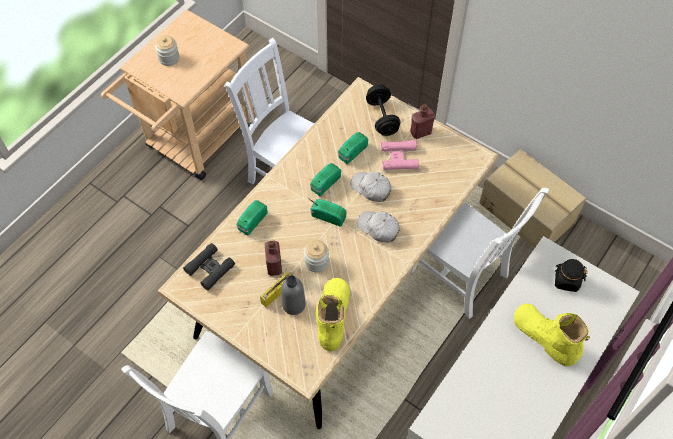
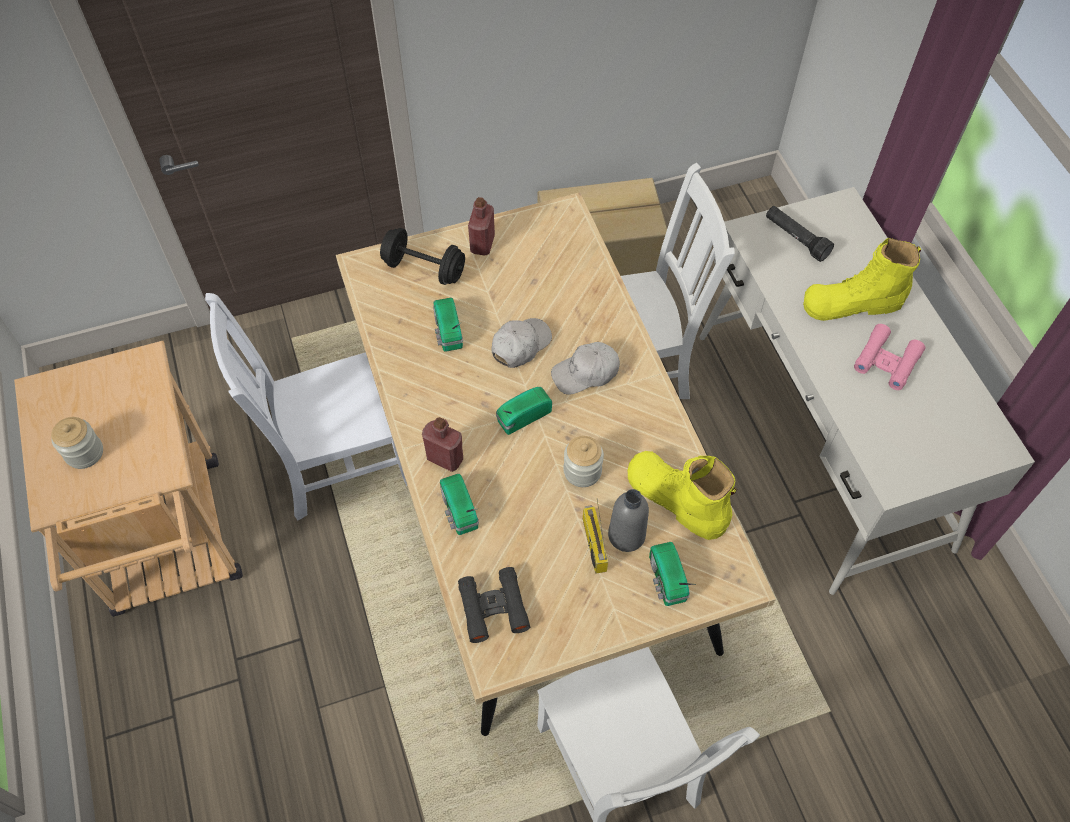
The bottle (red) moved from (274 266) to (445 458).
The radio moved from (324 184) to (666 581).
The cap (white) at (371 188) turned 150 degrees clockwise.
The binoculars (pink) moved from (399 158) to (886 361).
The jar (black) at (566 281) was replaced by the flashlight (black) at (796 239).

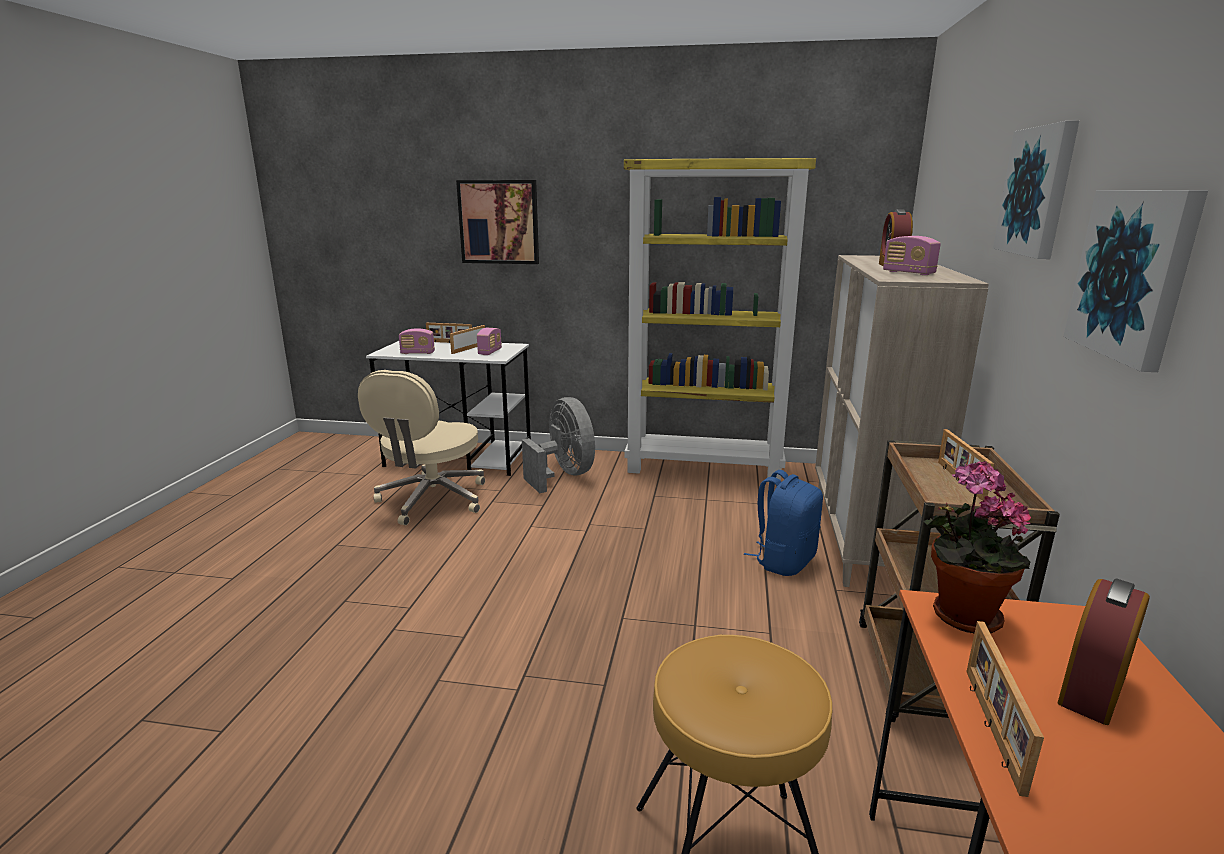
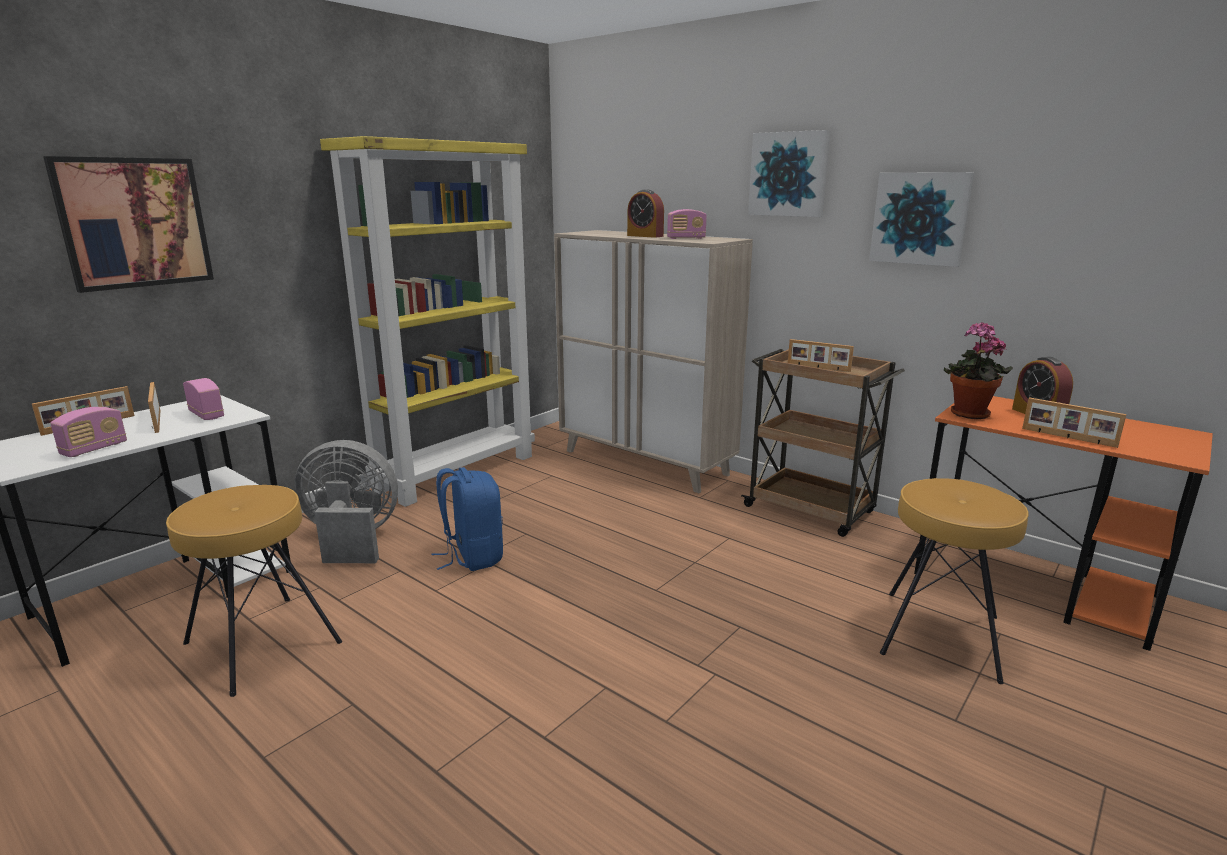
The office chair (beige) at (431 500) was replaced by the stool (brown) at (261 643).
The backpack (blue) moved from (784 561) to (472 556).

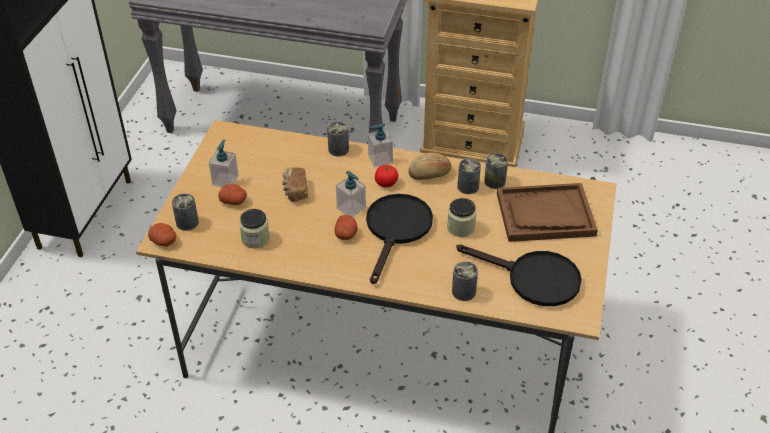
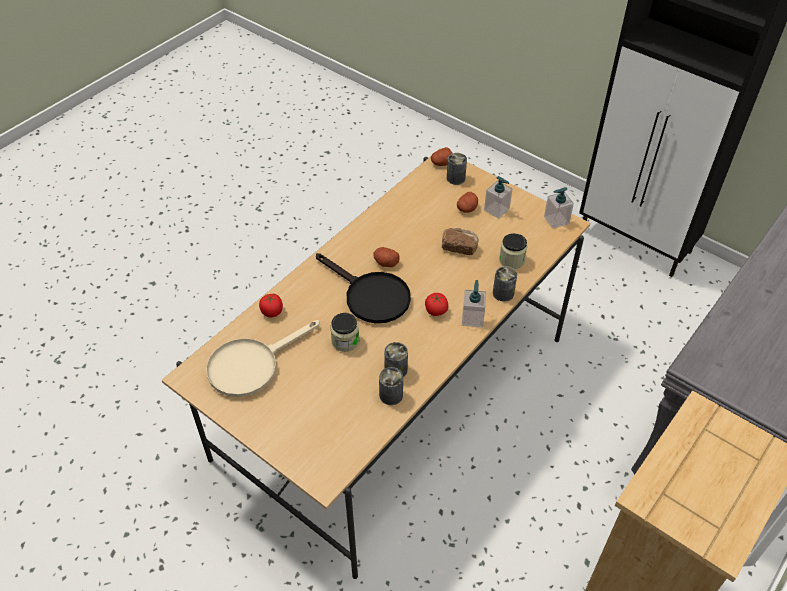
The jar moved from (255 239) to (511 260).
The soap dispenser moved from (351 208) to (556 220).
The bread at (430 174) disappeared.
The can at (463 292) was replaced by the tomato at (272 312).
The frying pan (black) at (533 279) became the frying pan (beige) at (251 365).
The tray (brown) at (545 215) disappeared.

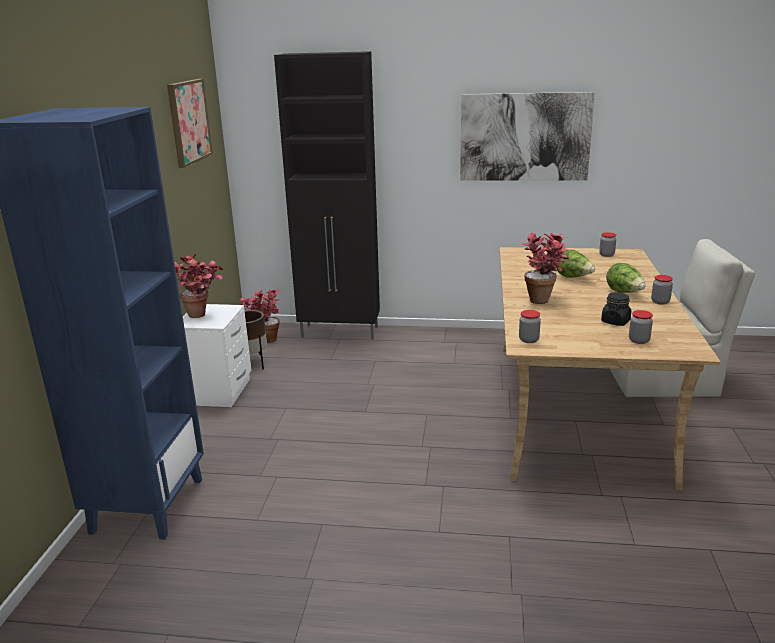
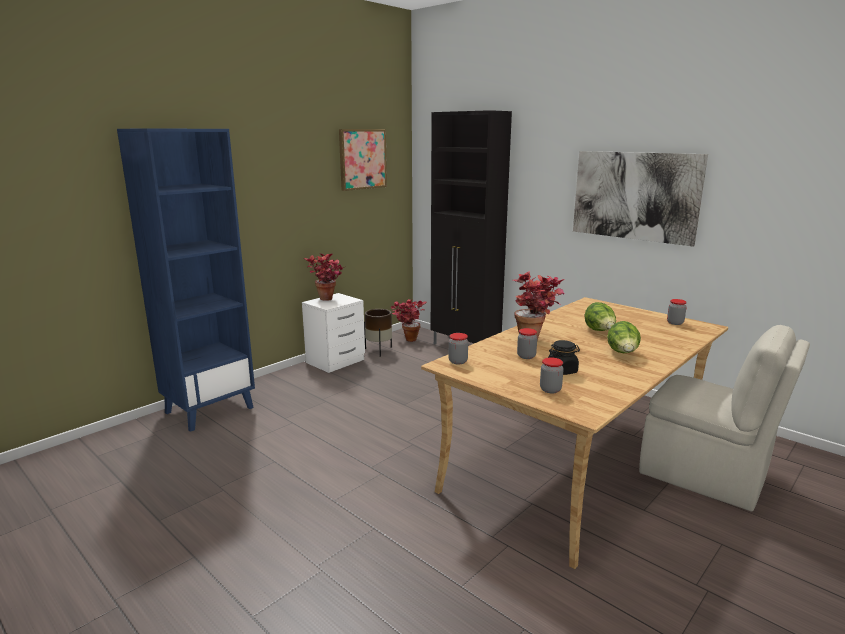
The jar moved from (660 302) to (526 356).

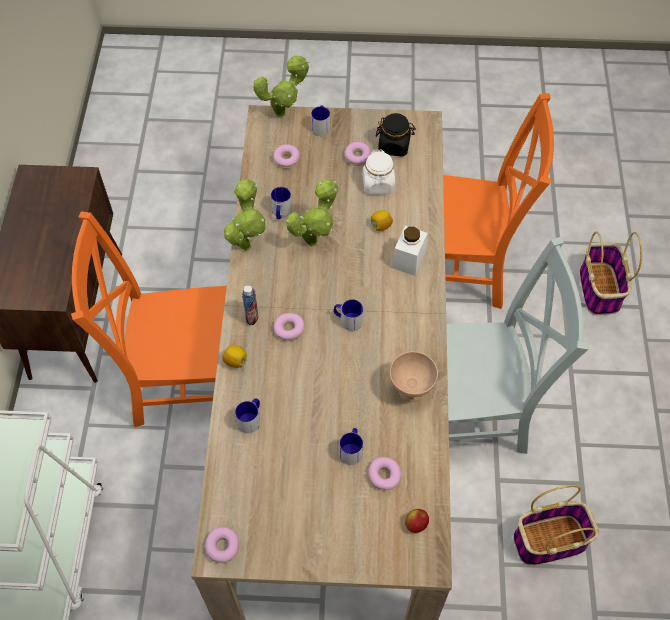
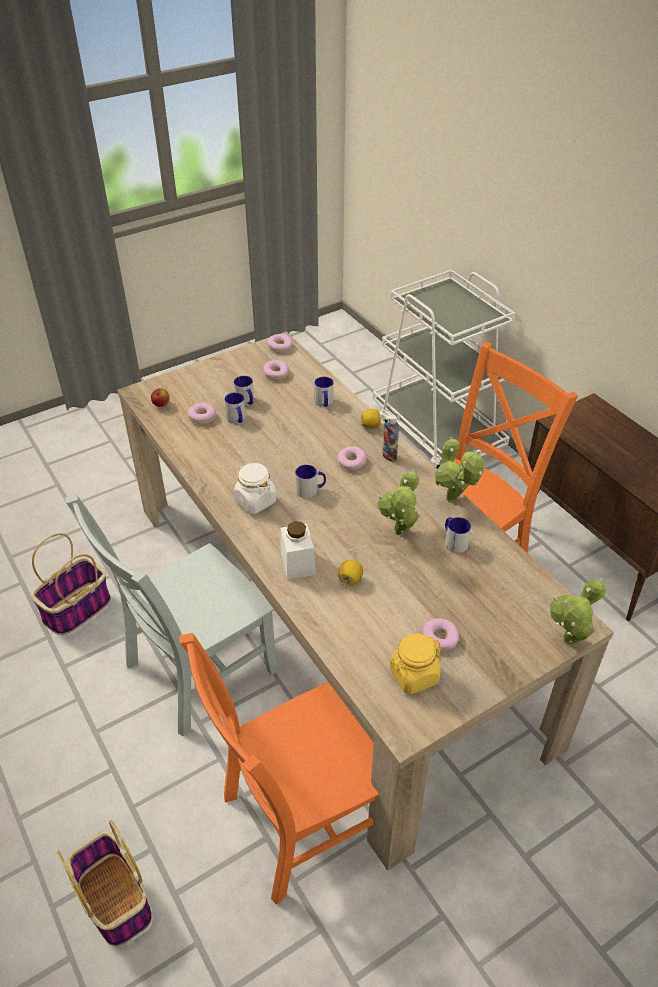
The donut moved from (286 159) to (276 374).
The mug moved from (321 126) to (246 402).
The jar (white) moved from (378 184) to (255 501).
The jar (black) at (394 146) became the jar (yellow) at (413 676).
The bowl (beige) at (411 391) disappeared.

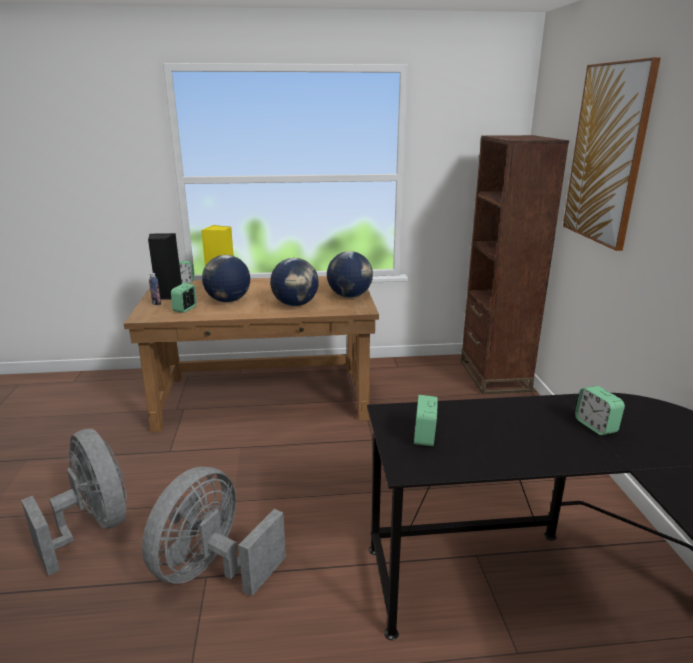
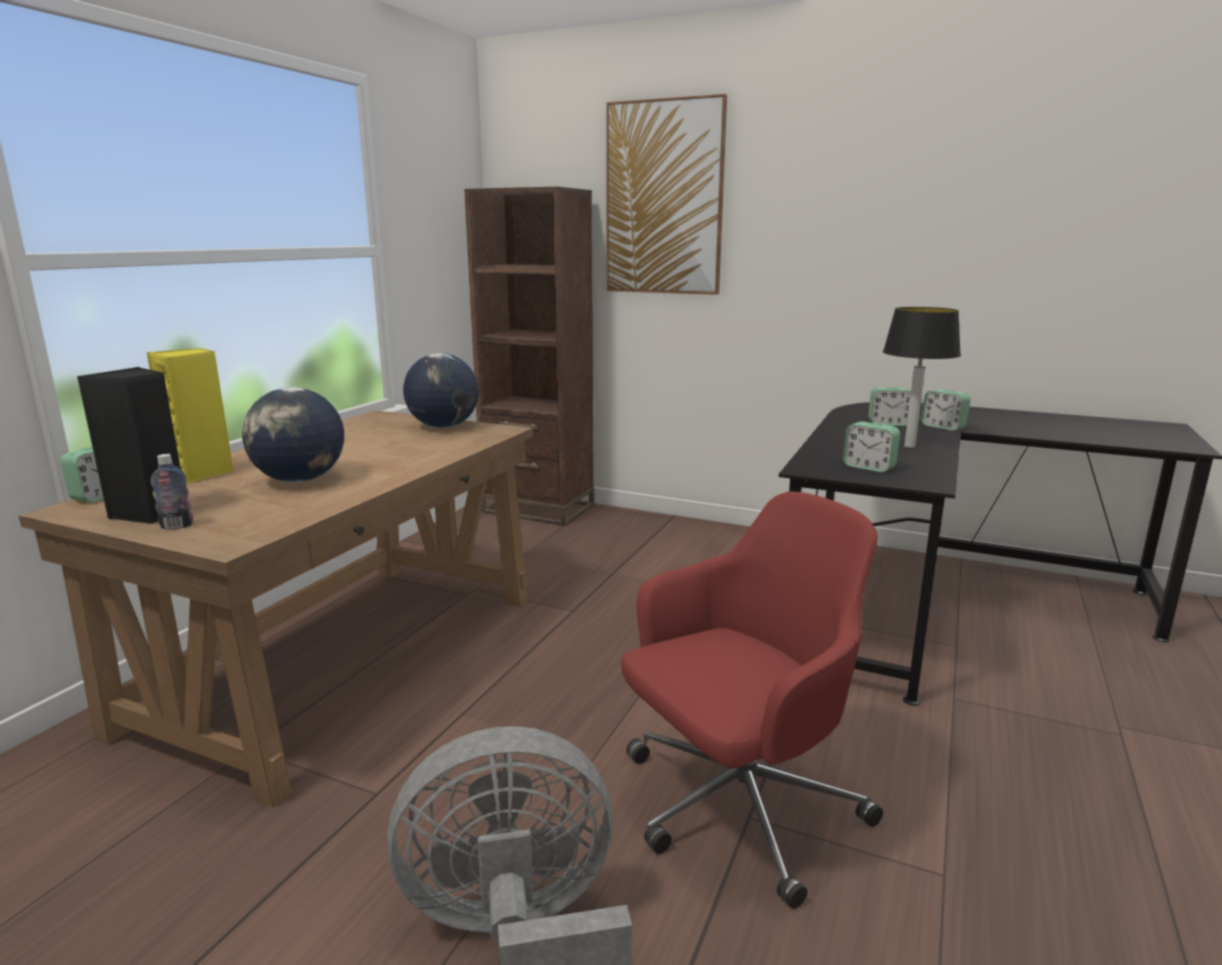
The fan (grey) at (212 569) was replaced by the office chair (red) at (737 807).
The alarm clock moved from (185 309) to (943 427).
The globe at (295 304) disappeared.
The table lamp at (909 446) appeared.

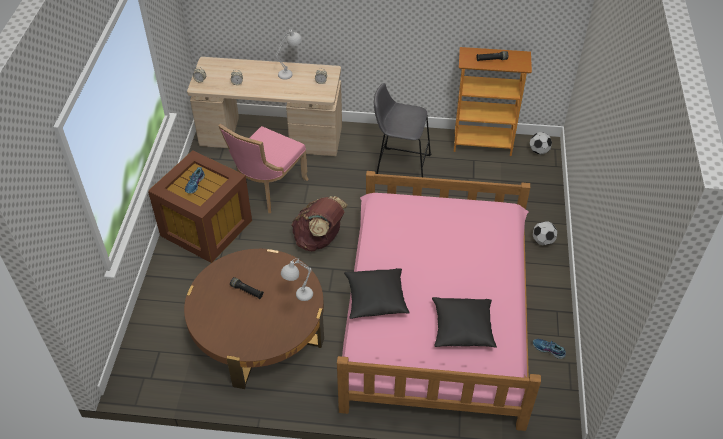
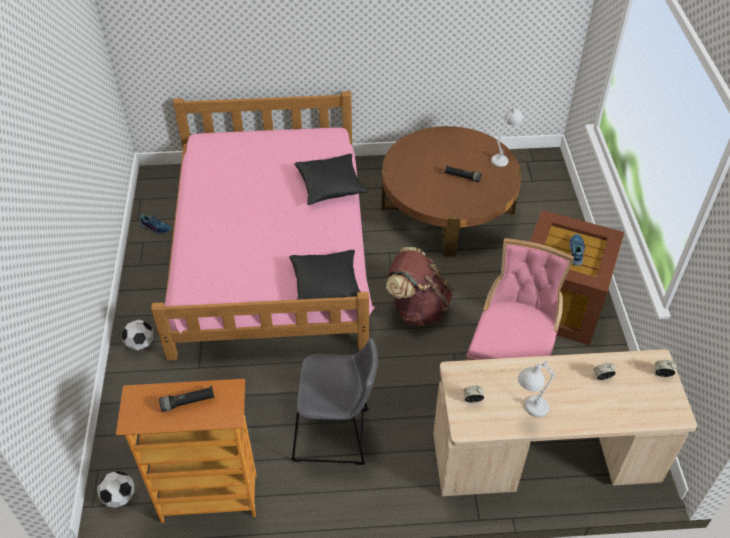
The table lamp (white) moved from (298 297) to (504 157).
The pillow (black) moved from (462 328) to (326 285).

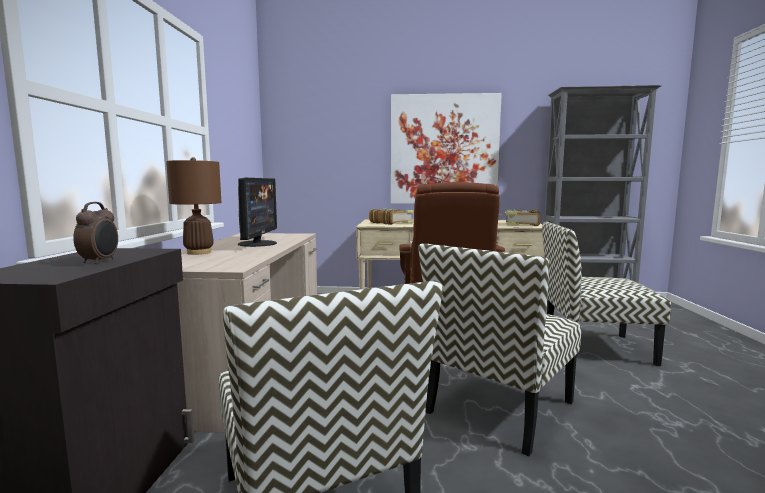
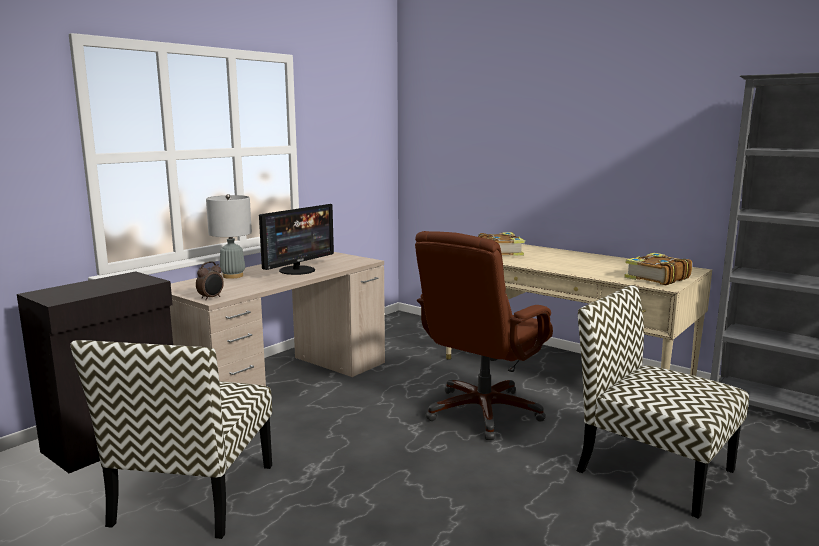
The alarm clock moved from (100 262) to (211 298).
The table lamp (brown) at (199 252) became the table lamp (grey) at (233 276).
The picture at (444 150) disappeared.
The chair at (499 408) disappeared.

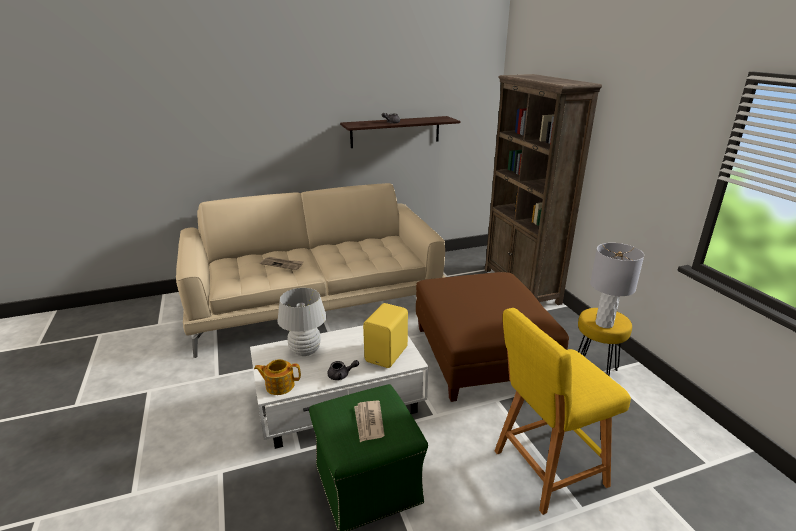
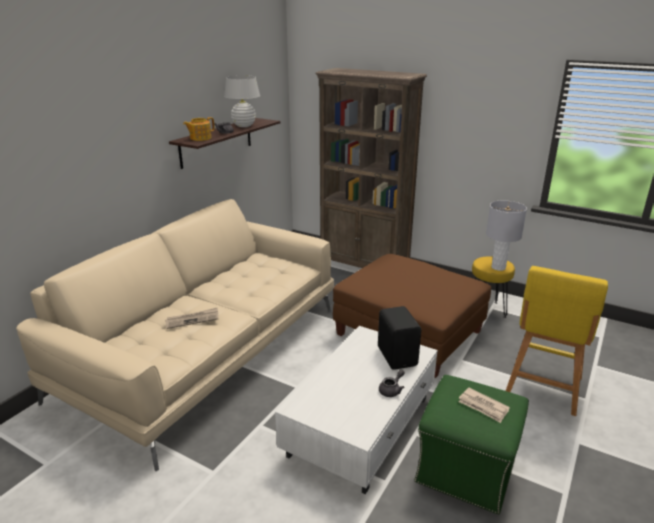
The teapot moved from (279 385) to (200 138).
The table lamp (white) moved from (305 351) to (244 126).
The speaker (yellow) at (388 354) became the speaker (black) at (398 356).

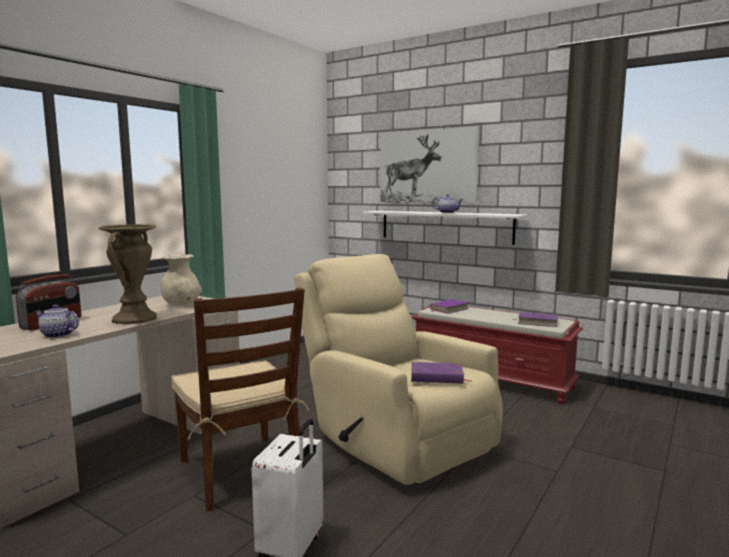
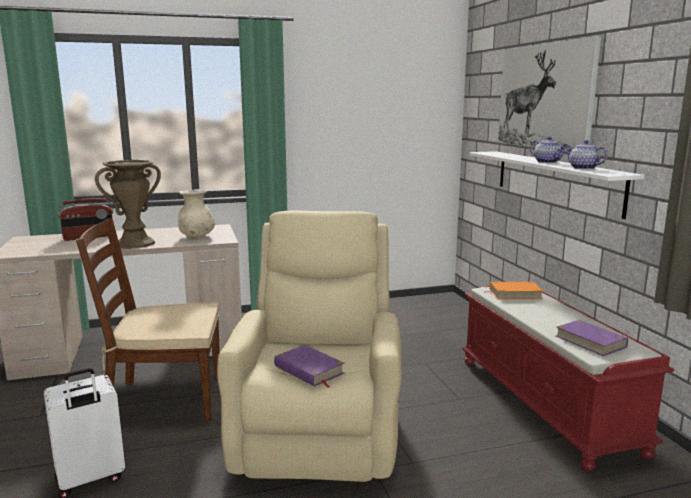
The teapot moved from (57 335) to (582 168).
The chair (brown) at (241 471) turned 75 degrees clockwise.
The book (purple) at (449 309) became the book (orange) at (514 294).

